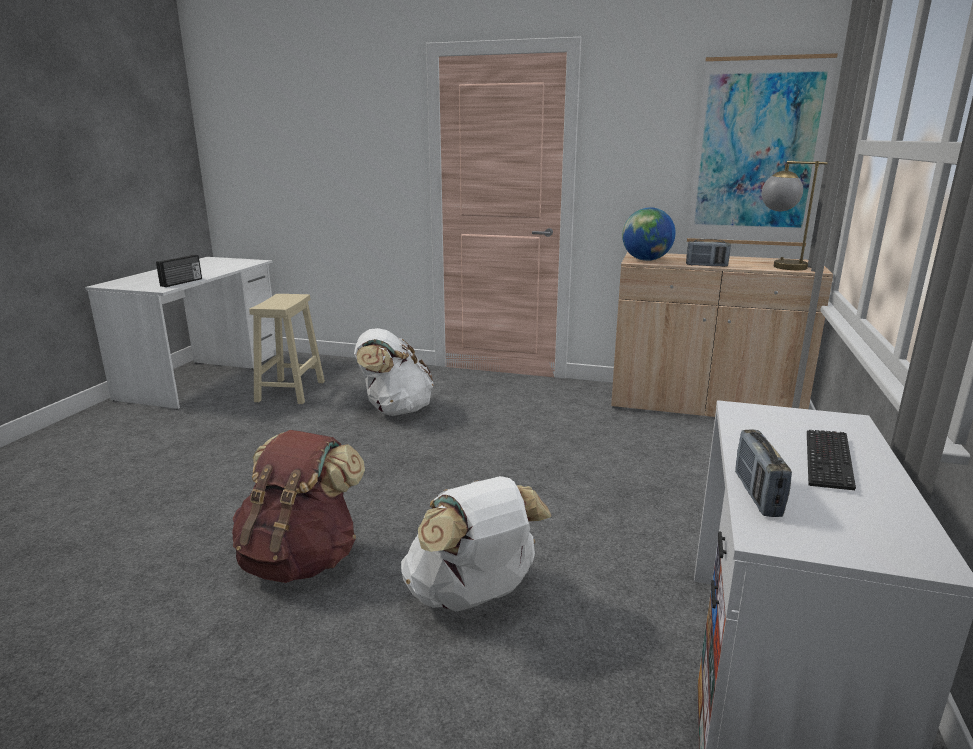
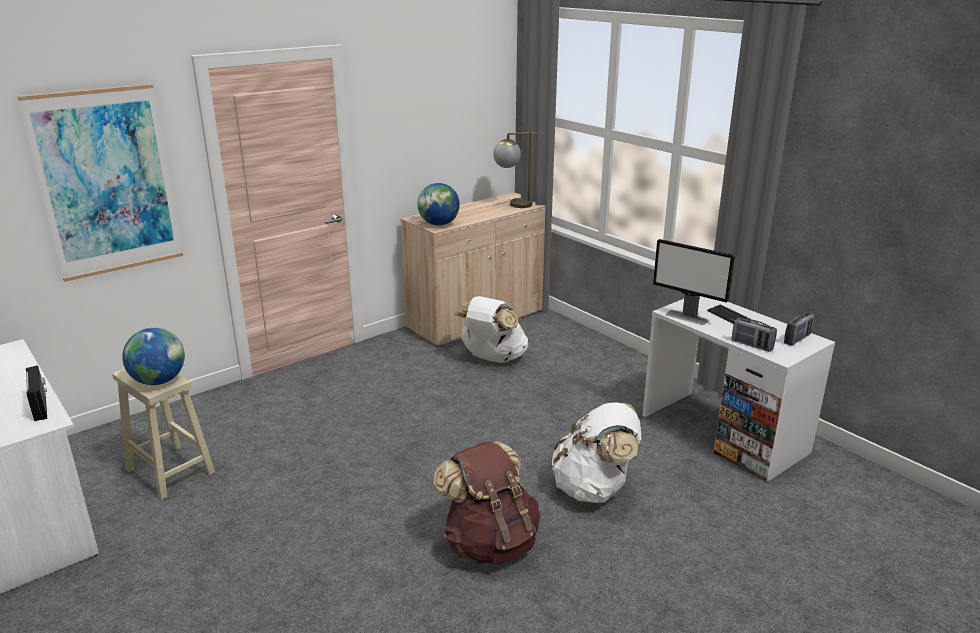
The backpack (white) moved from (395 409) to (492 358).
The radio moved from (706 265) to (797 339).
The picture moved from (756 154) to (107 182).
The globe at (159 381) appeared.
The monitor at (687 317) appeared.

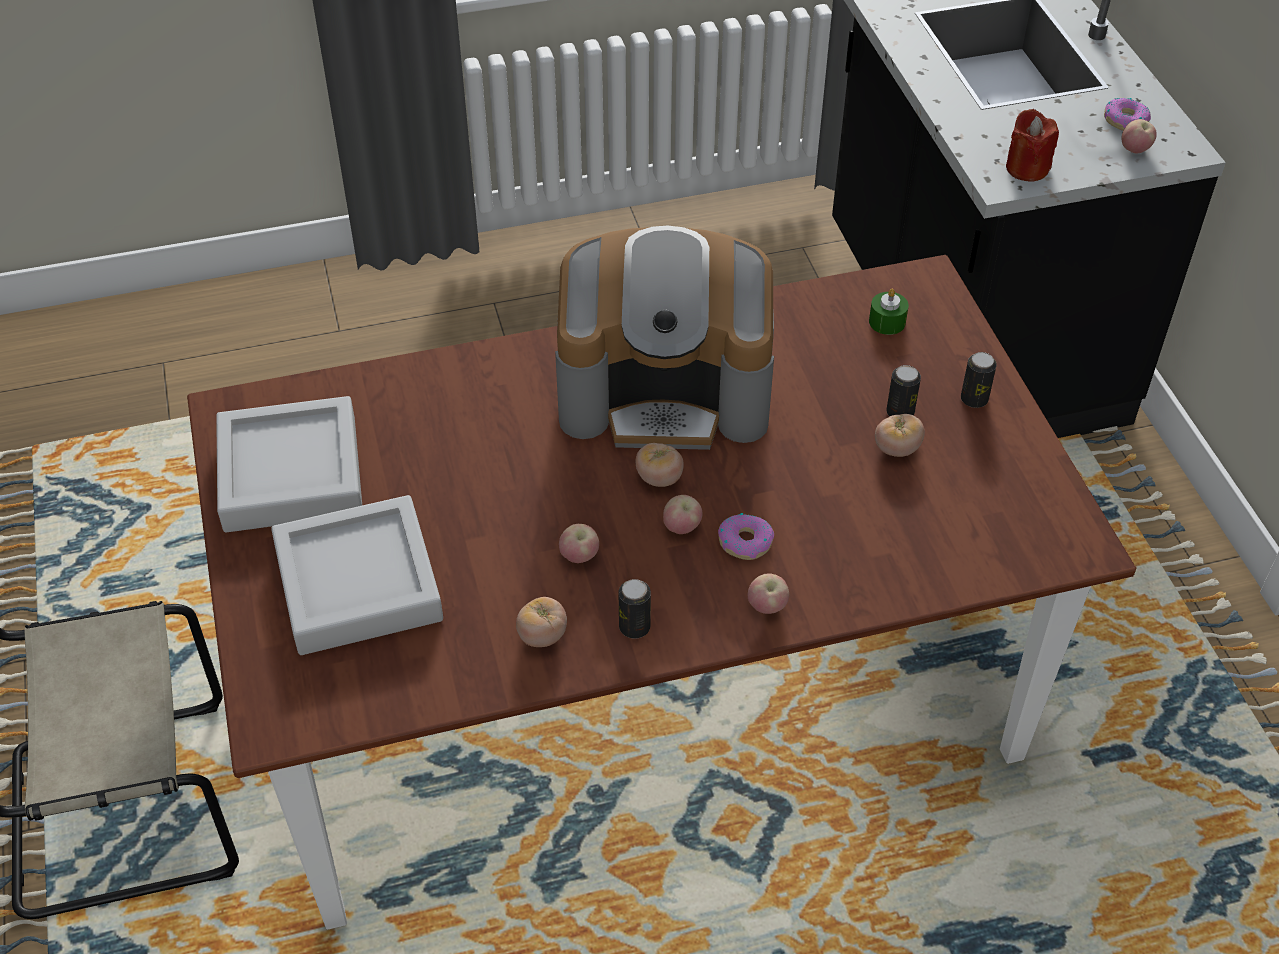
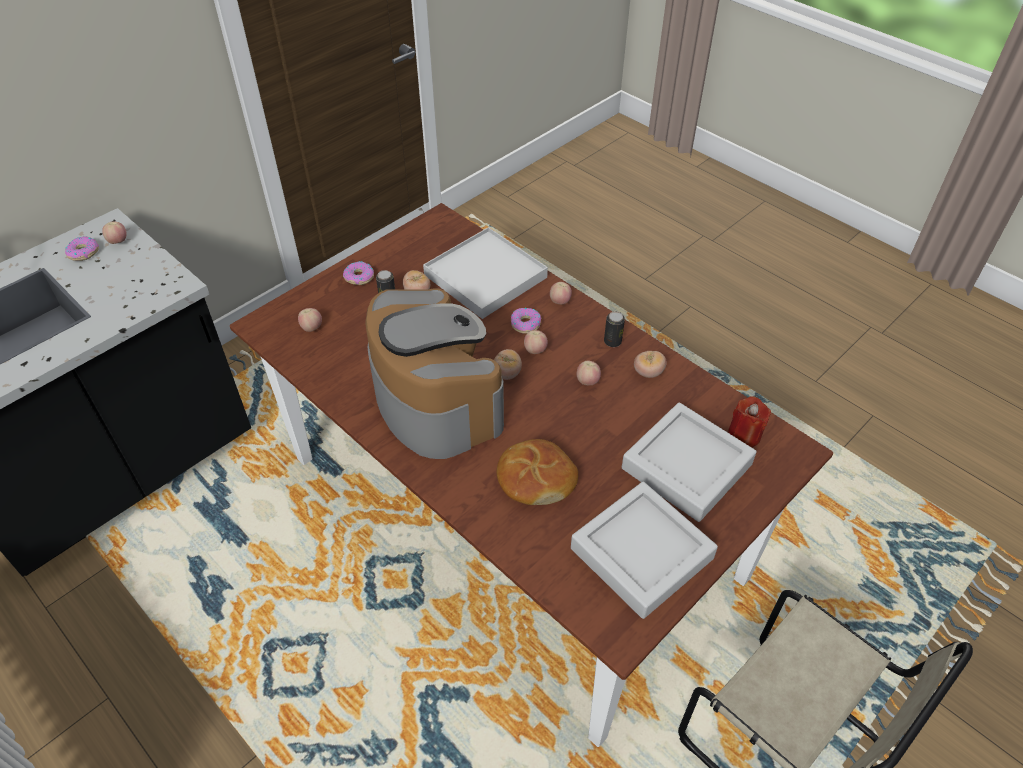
The candle (green) at (887 322) was replaced by the apple at (312 328).
The can at (974 399) was replaced by the donut at (359 277).
The candle (red) moved from (1027 168) to (744 435).
The tray (white) at (486 276) appeared.
The bread at (535 479) appeared.

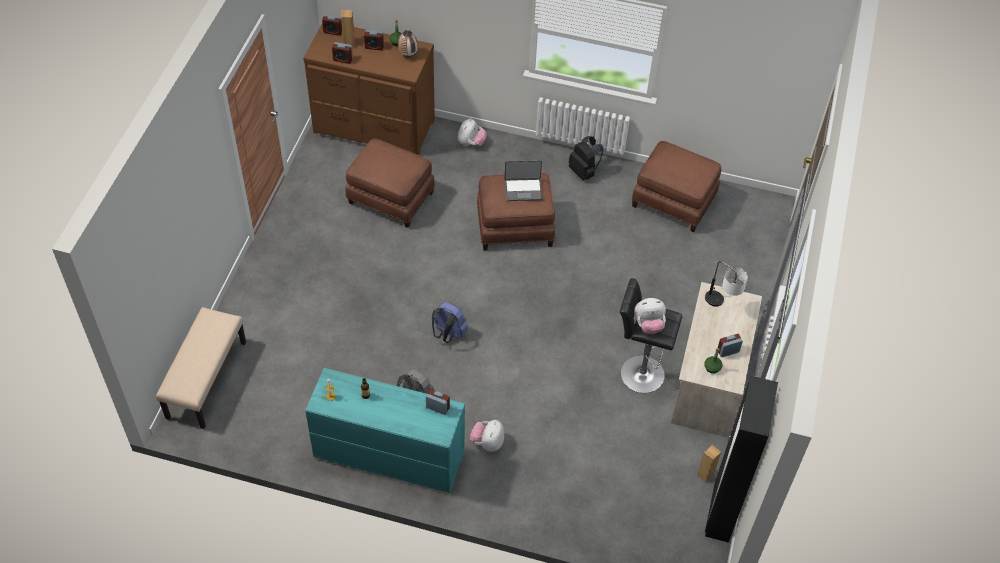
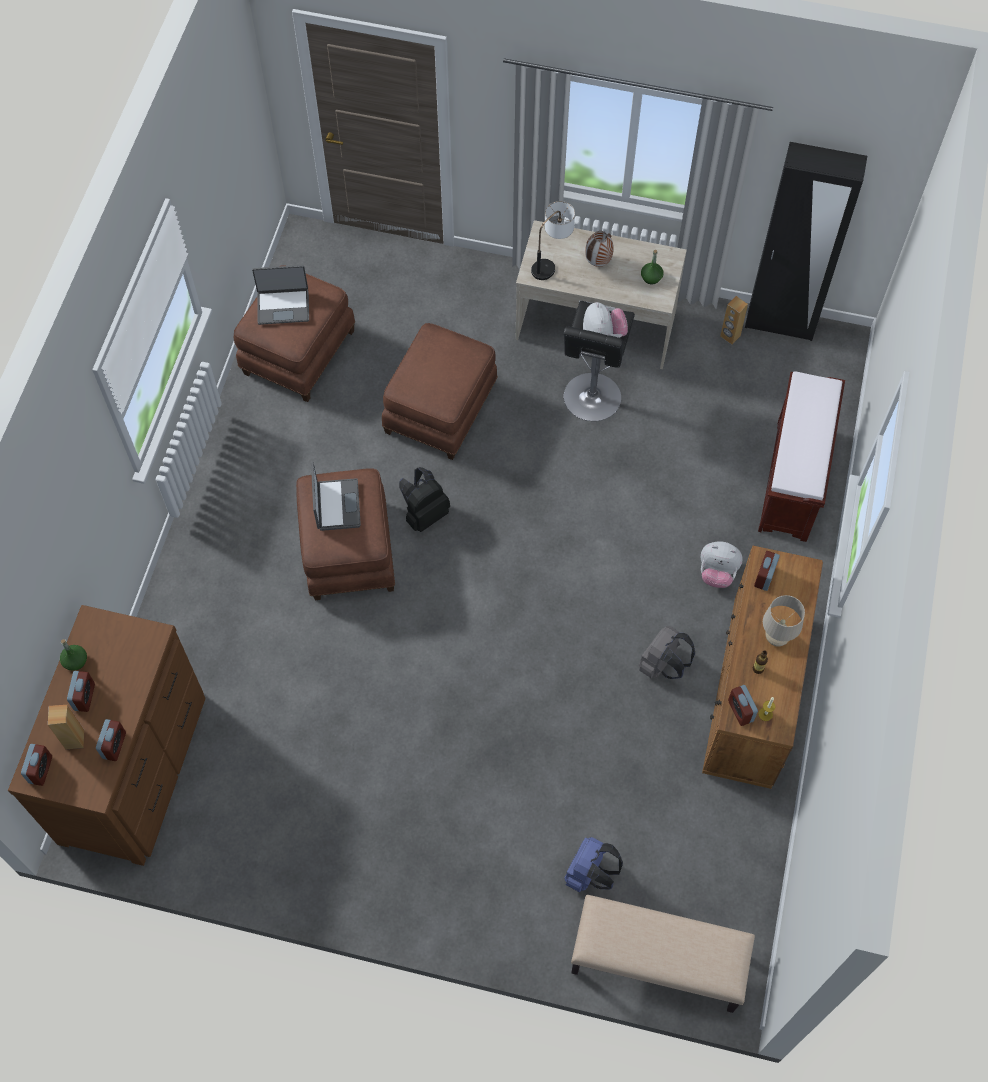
The dresser (turquoise) at (388 455) became the dresser (brown) at (751 694).
The ottoman (brown) moved from (390 199) to (441 409).
The vase moved from (408 55) to (598 263).
The backpack (blue) moved from (448 334) to (589 874).
The plush toy at (471 143) disappeared.
The backpack (black) moved from (584 171) to (424 514).
The alarm clock moved from (728 351) to (740 711).
The laptop at (283 306) appeared.
The bench (brown) at (792 481) appeared.
The table lamp (beige) at (776 638) appeared.

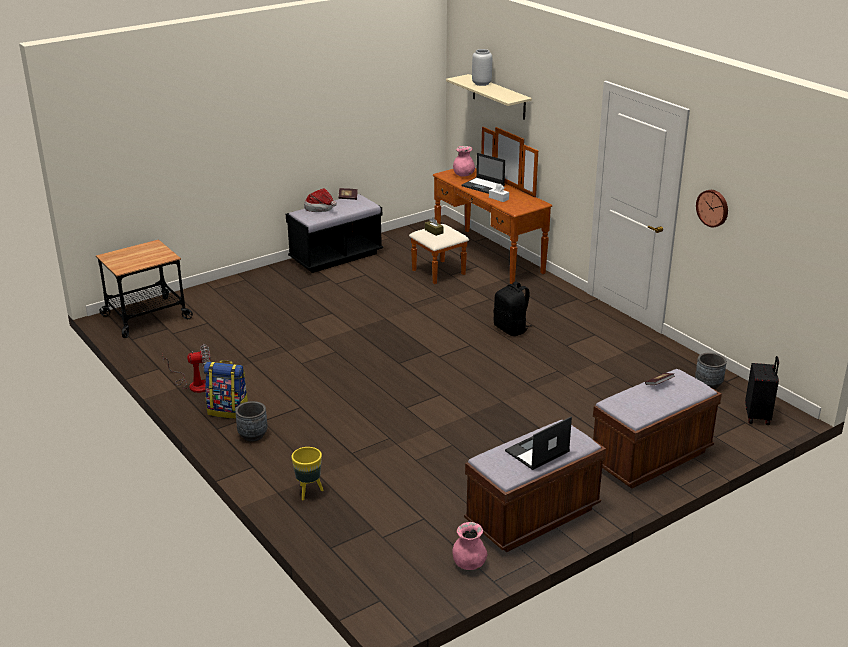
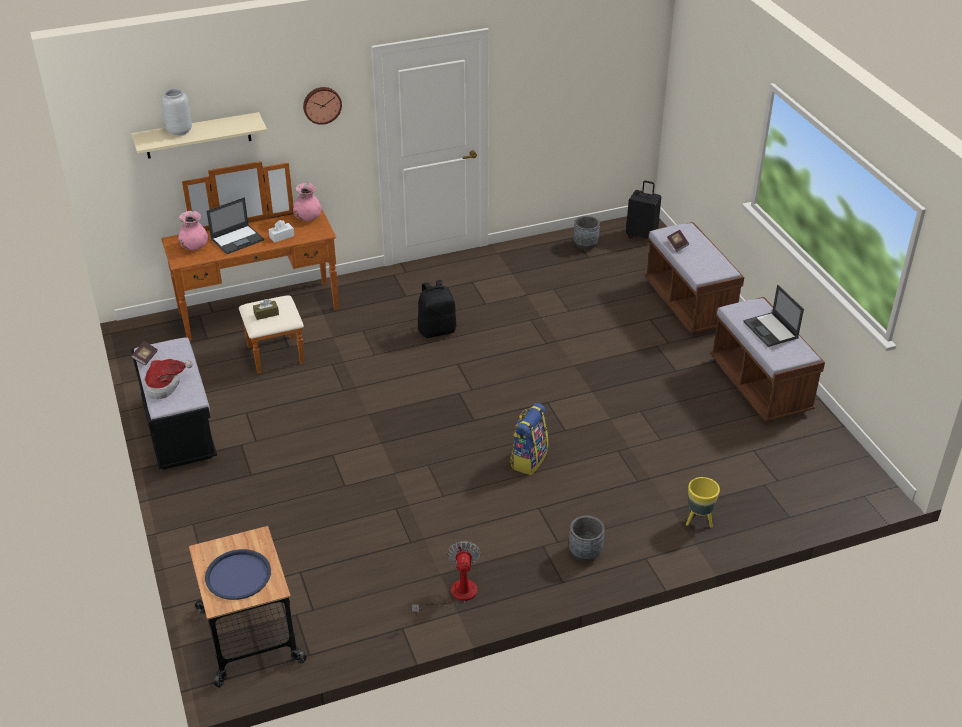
The backpack moved from (229 411) to (528 459).
The vase (pink) moved from (469 564) to (308 218).
The wall clock moved from (713 208) to (322 104).
The tray (blue) at (238 575) appeared.

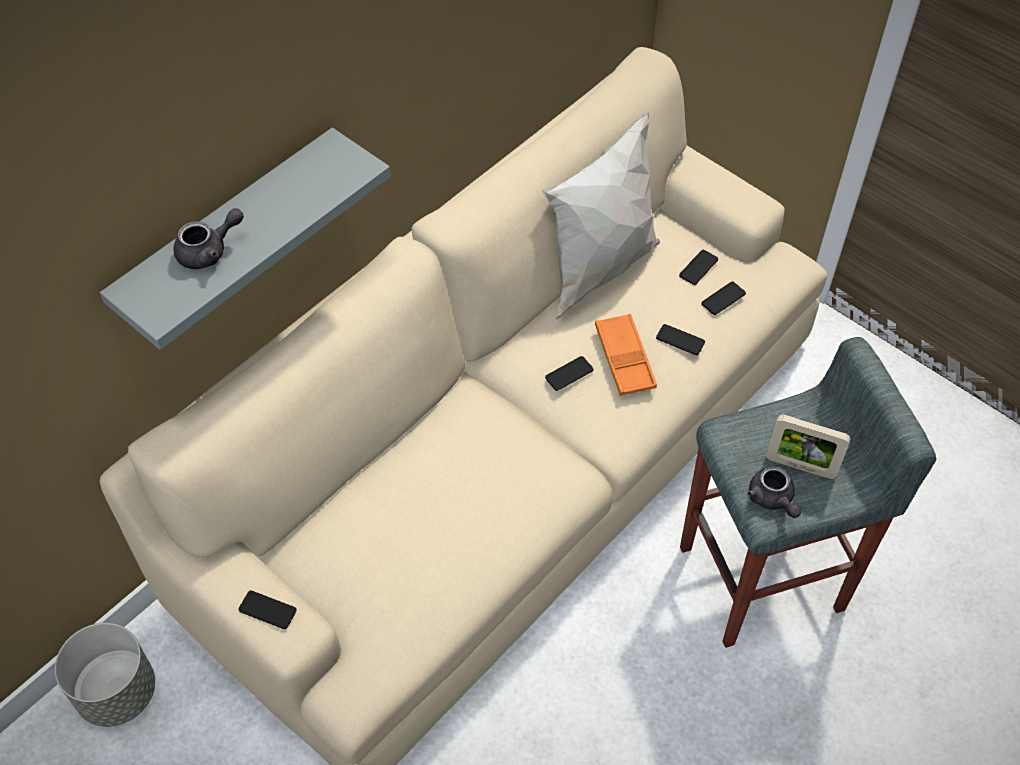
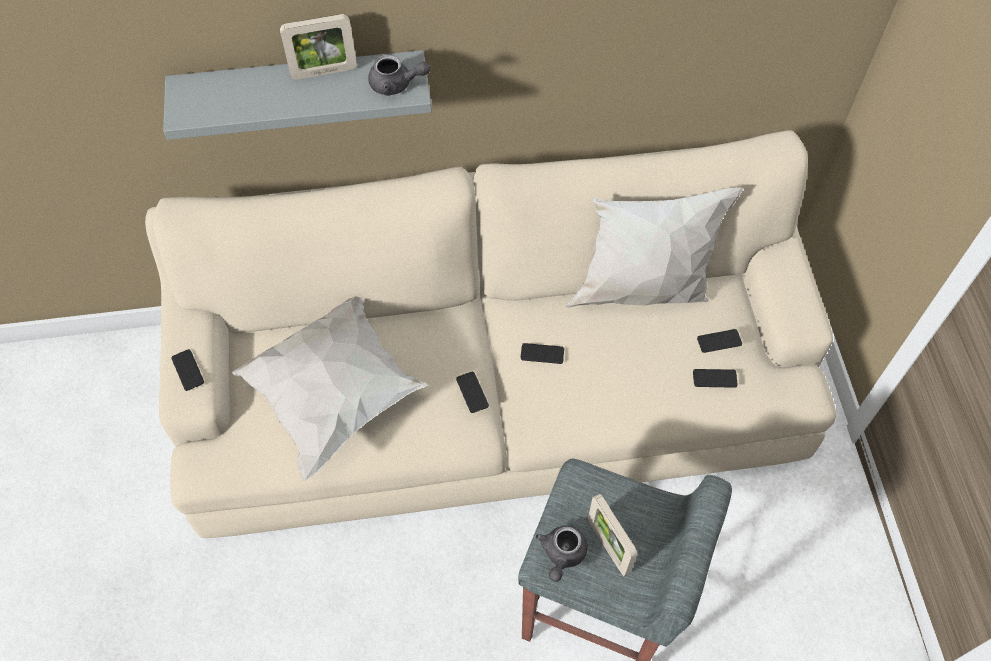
The planter (grey) at (117 691) disappeared.
The teapot (grey) moved from (209 251) to (396 85).
The tray (orange) at (624 358) disappeared.
The phone moved from (680 340) to (472 392).
The pillow (white) at (336 395) appeared.
The picture frame at (324 72) appeared.

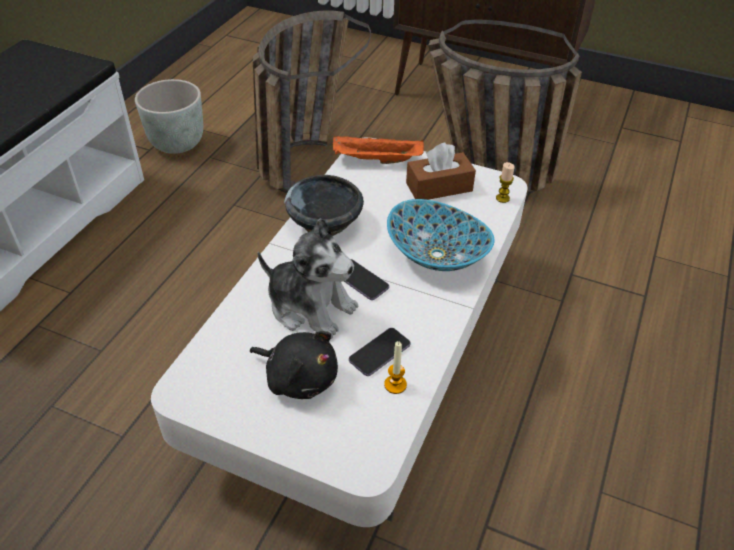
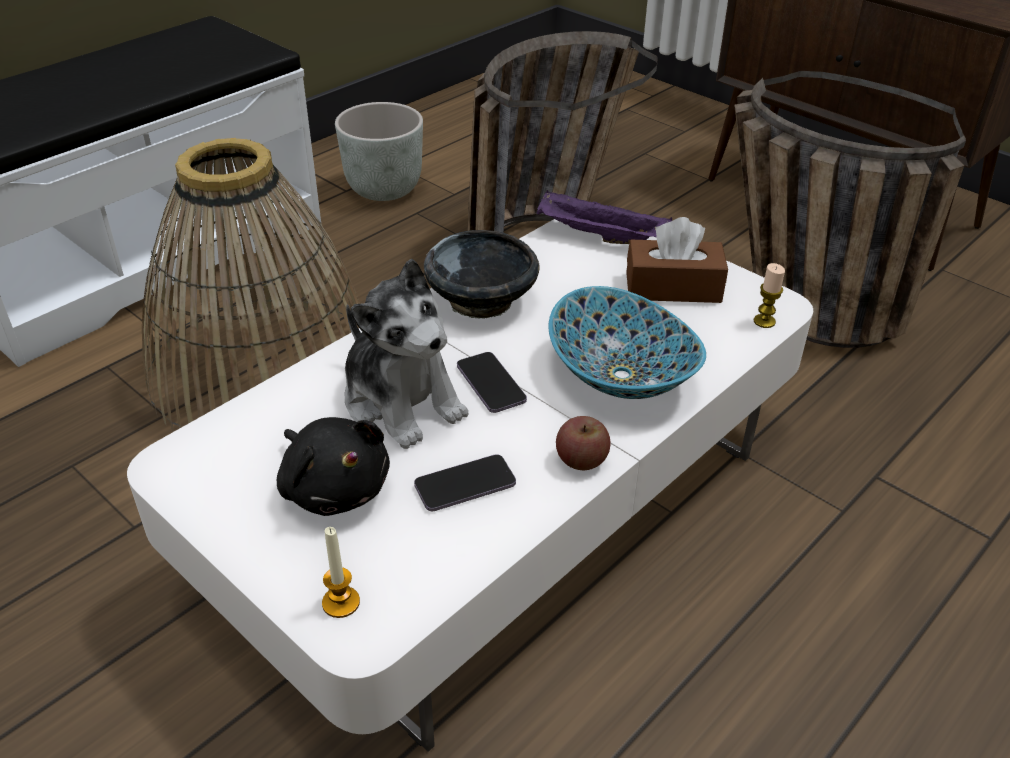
The tray (orange) at (376 160) became the tray (purple) at (598 236).
The candle moved from (395 385) to (341 602).
The basket at (263 373) appeared.
The apple at (581 460) appeared.

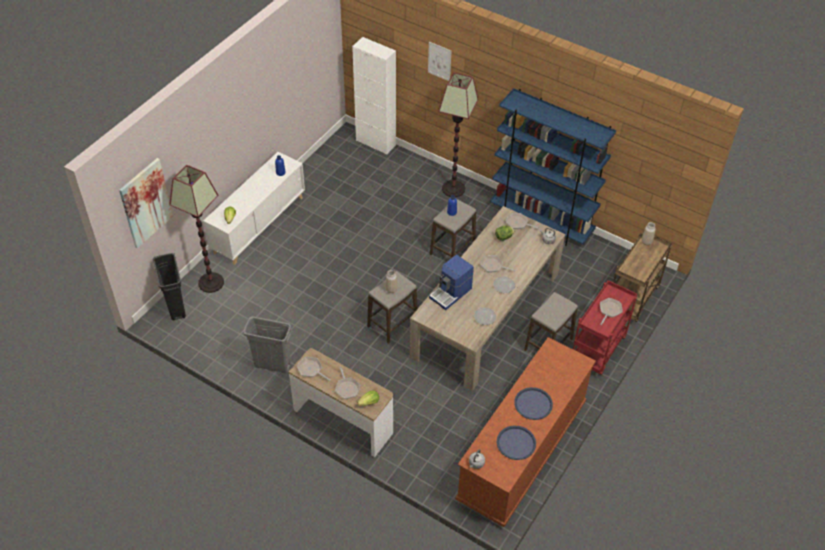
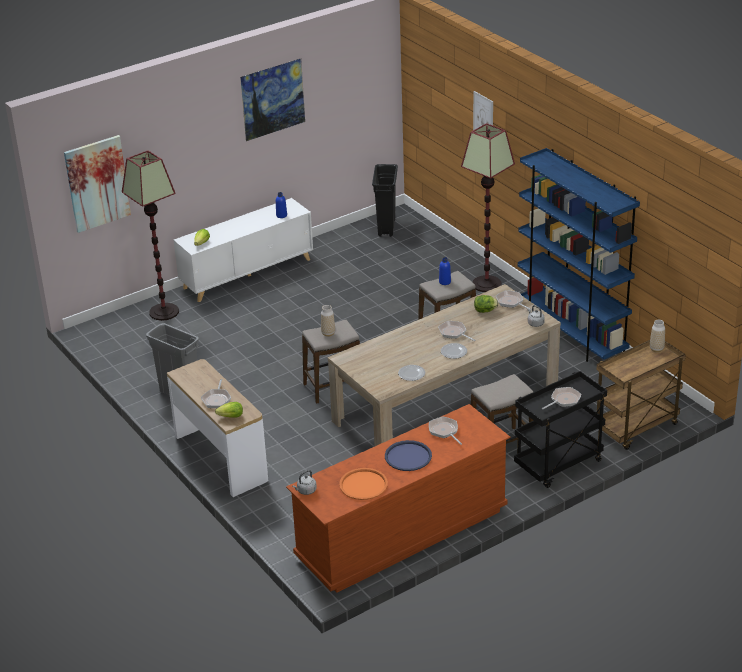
The trash can (black) moved from (176 307) to (386 228).
The frying pan moved from (311 370) to (444 431).
The cabinet (white) at (376 143) disappeared.
The coffee machine at (451 293) disappeared.
The tray (blue) at (516 443) became the tray (orange) at (363 485).
The cart (red) at (598 351) became the cart (black) at (558 465).
The picture at (274 115) appeared.

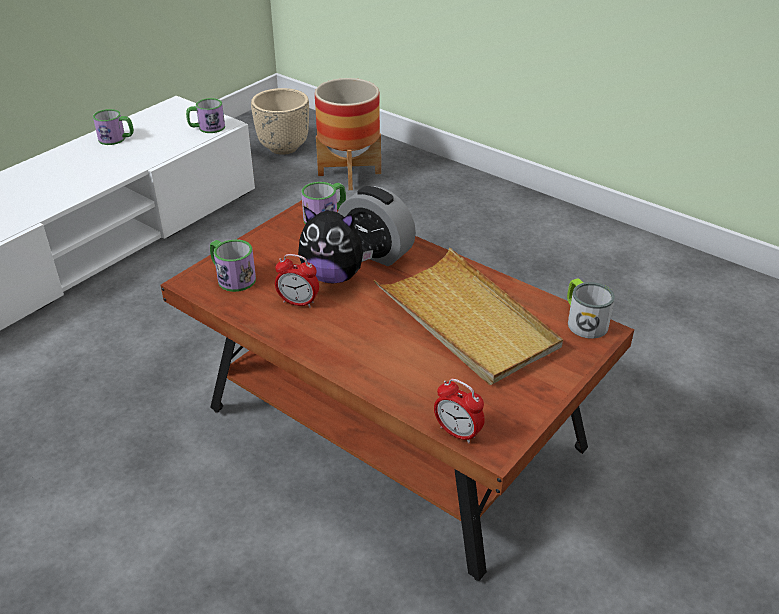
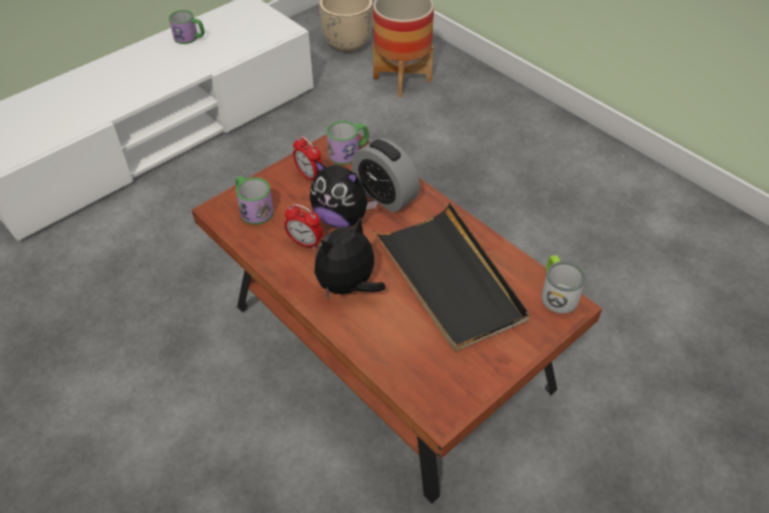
The mug at (207 128) disappeared.
The tray (beige) at (466 320) became the tray (black) at (449 279).
The alarm clock moved from (457 433) to (309 175).
The plush toy at (348 287) appeared.

